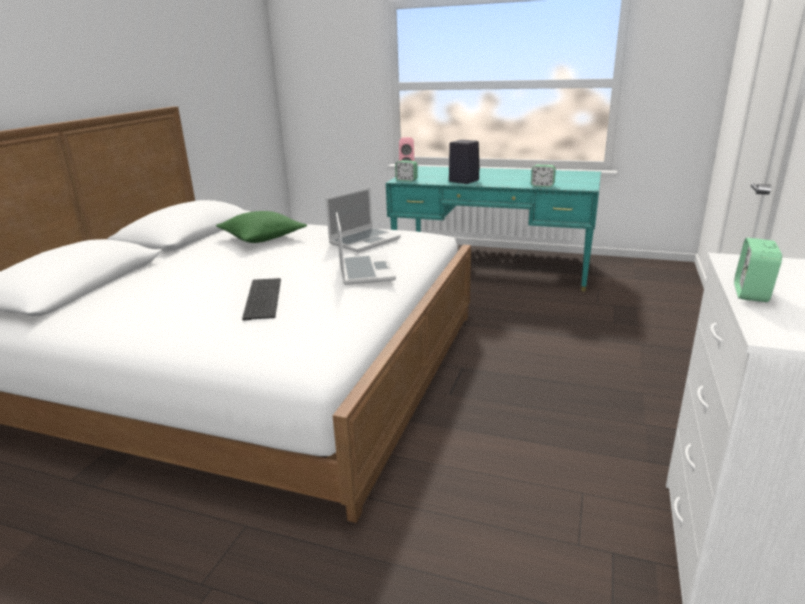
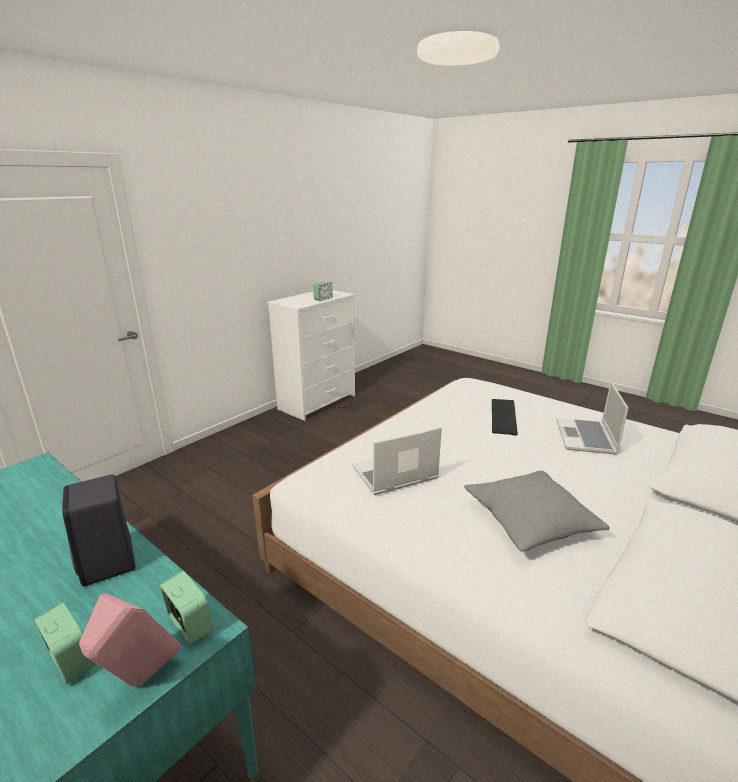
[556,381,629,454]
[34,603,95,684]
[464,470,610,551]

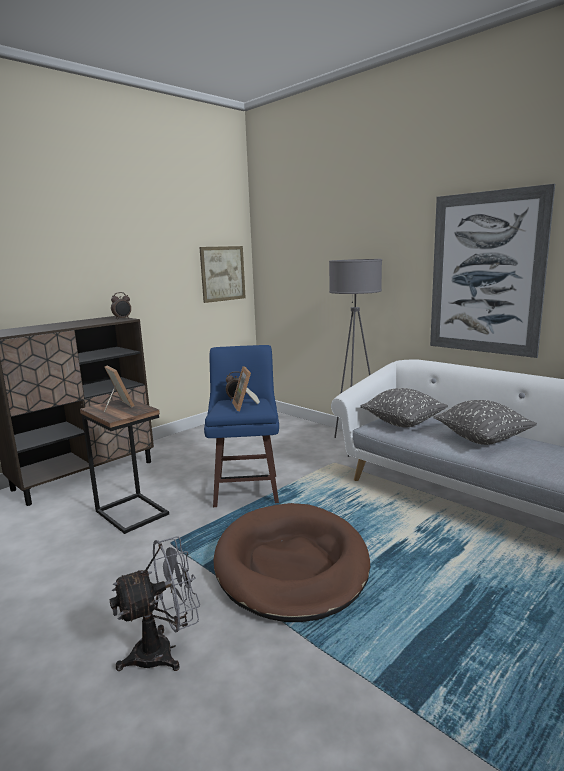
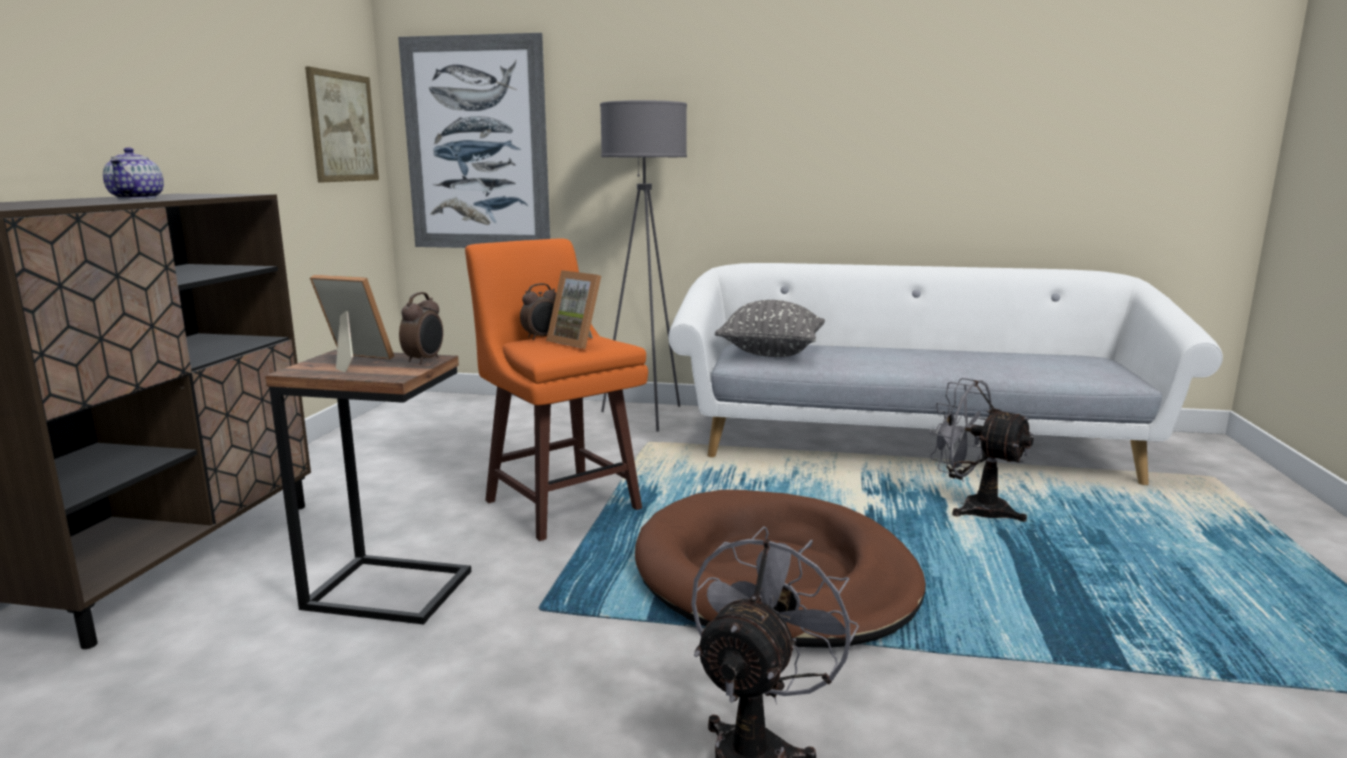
[433,400,537,445] (first image)
[103,147,164,199]
[929,378,1034,522]
[399,292,443,364]
[398,33,550,248]
[465,238,648,541]

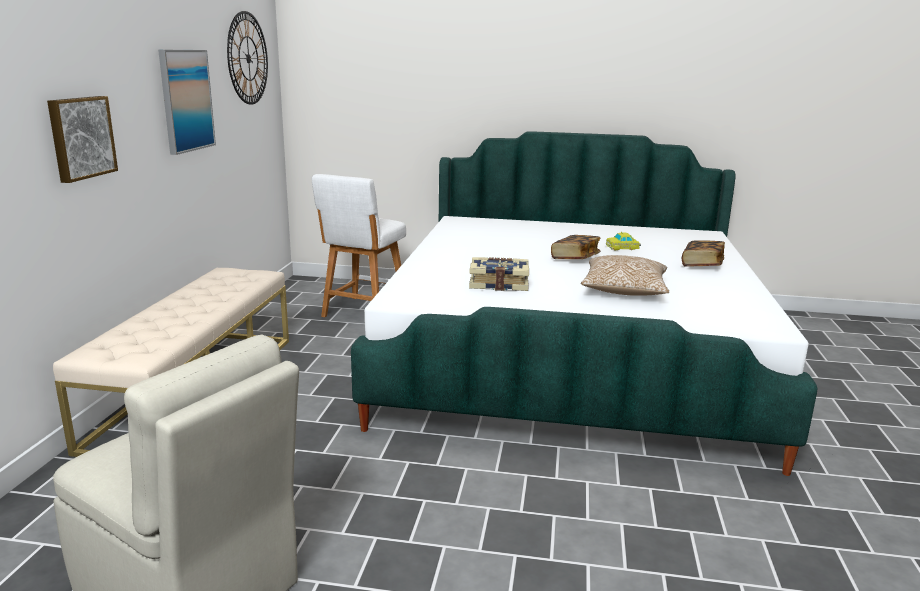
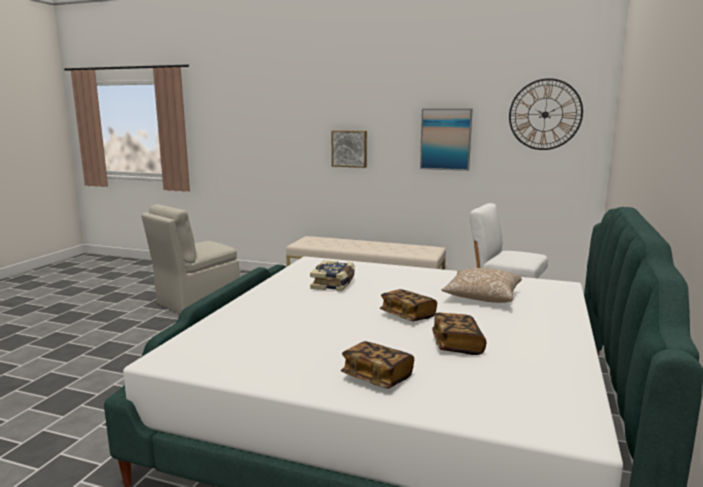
[442,268,522,303]
[432,312,486,355]

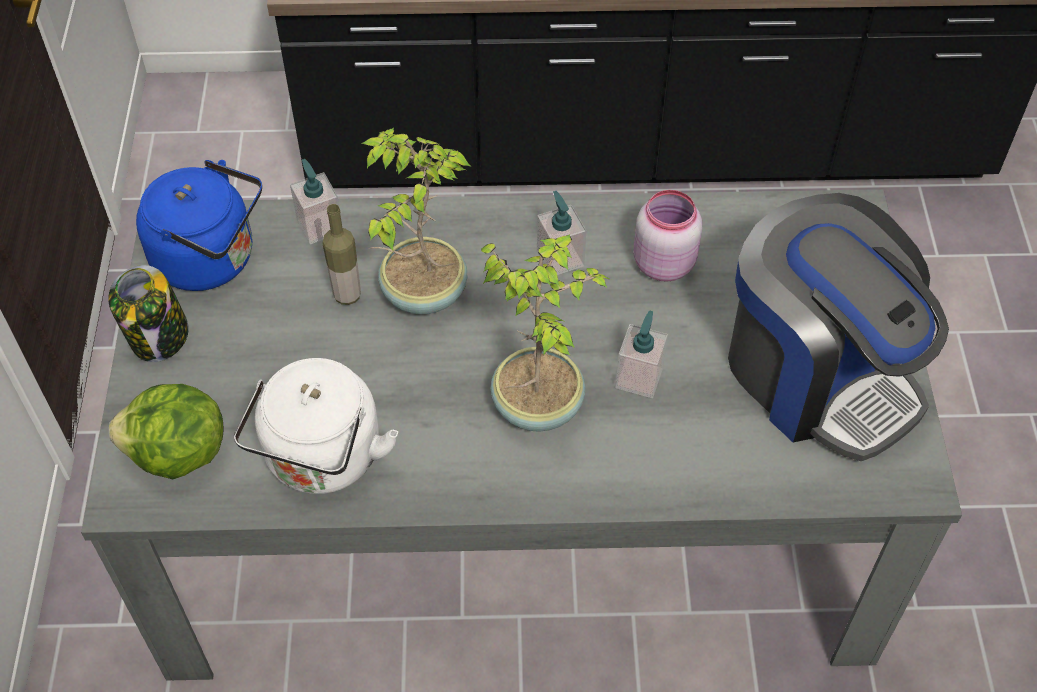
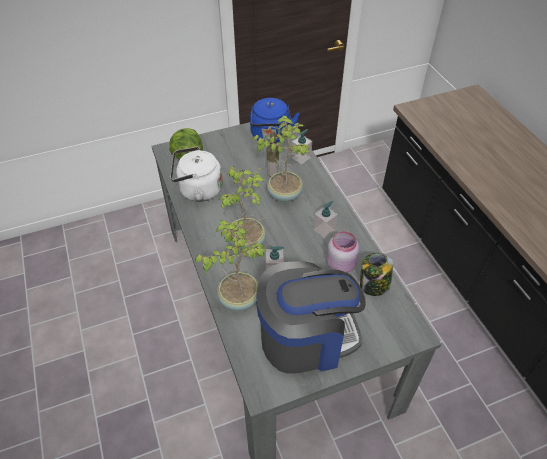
[195,220,267,311]
[360,253,393,296]
[256,261,366,373]

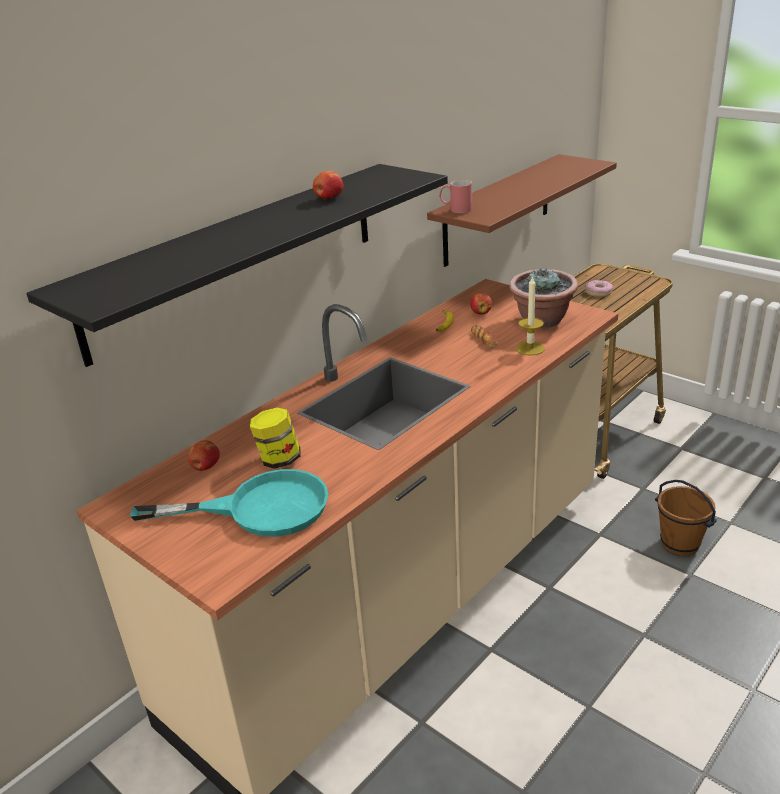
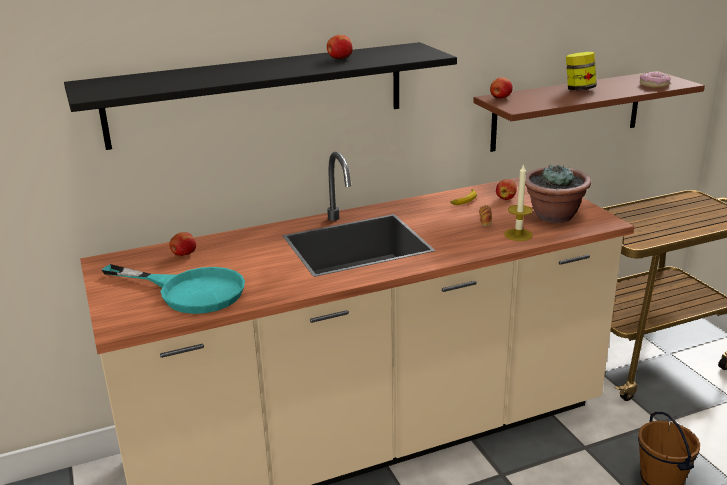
[566,52,597,91]
[639,72,671,88]
[490,77,513,99]

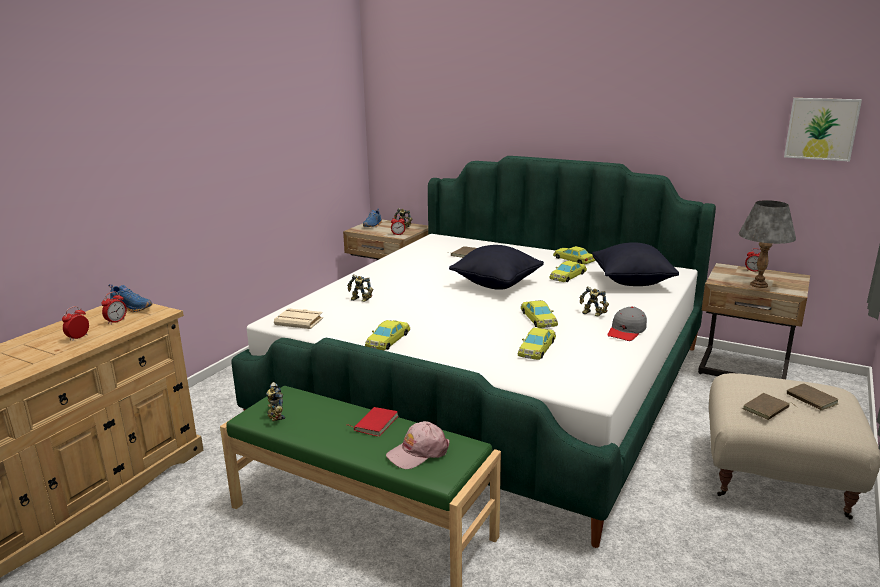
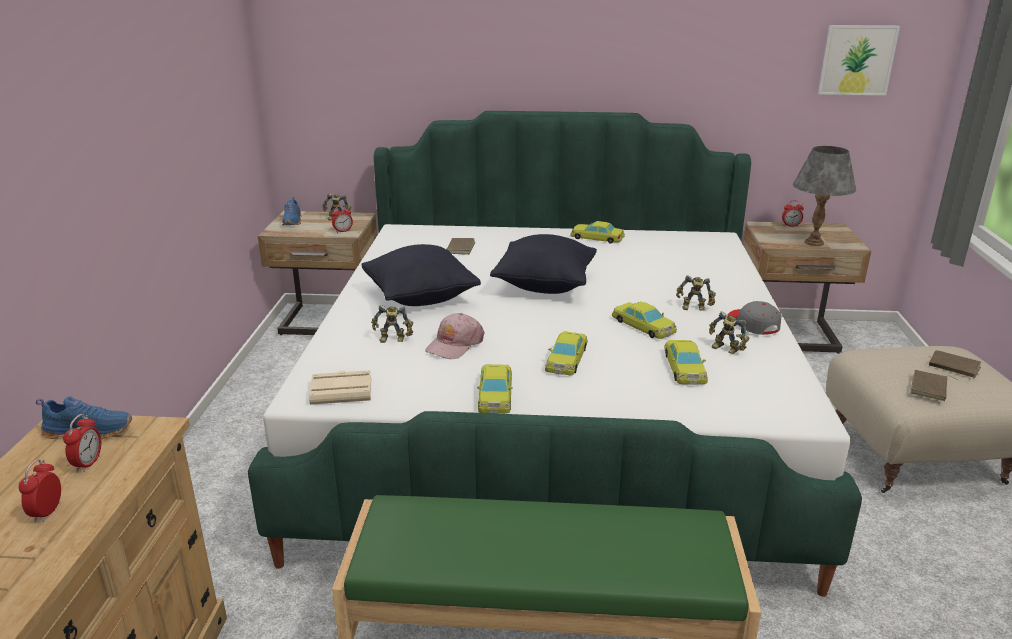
[349,407,398,437] (first image)
[709,311,749,354]
[425,313,484,359]
[545,331,588,375]
[361,244,481,306]
[727,301,781,335]

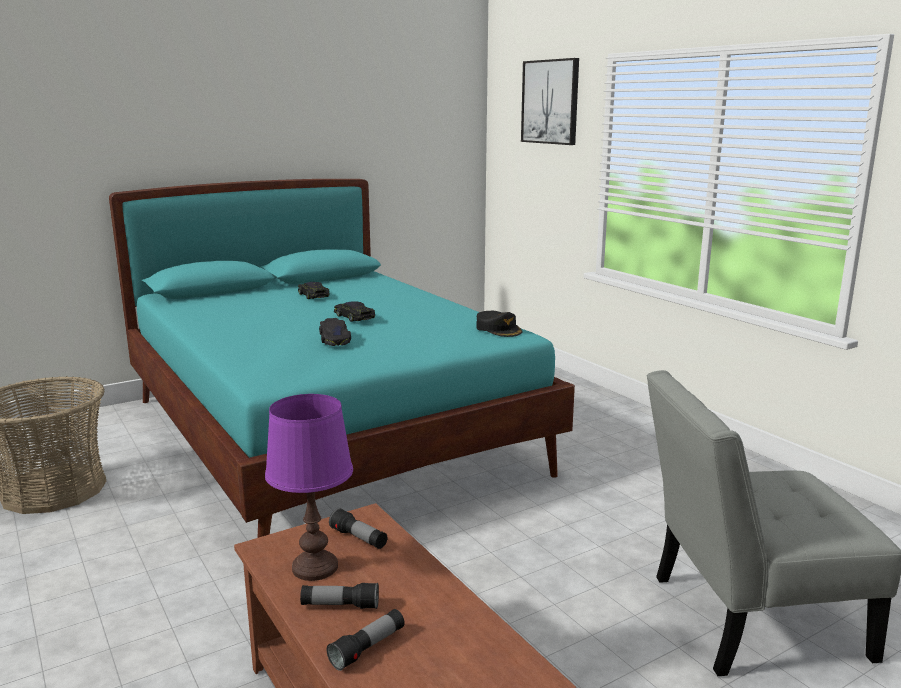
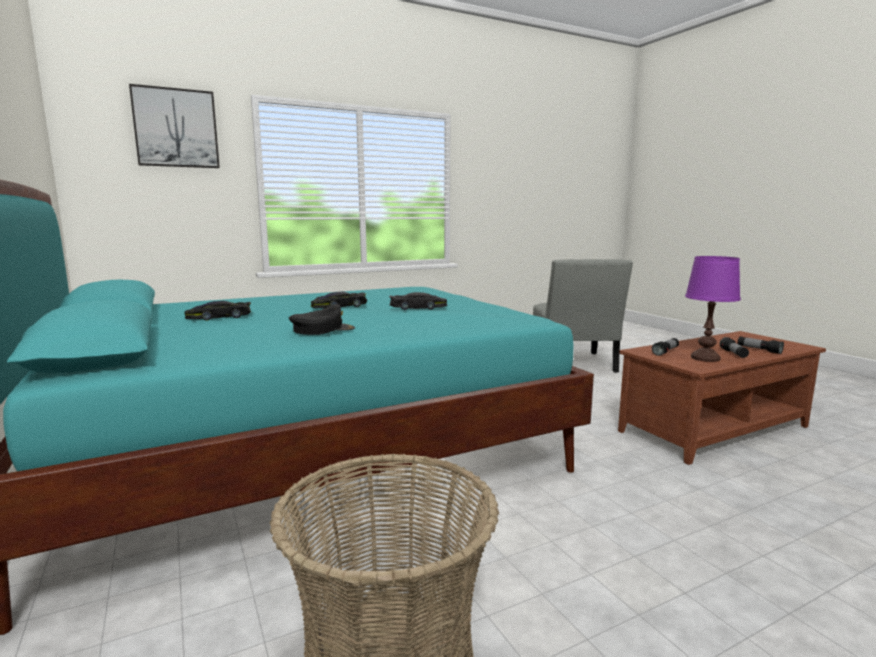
[289,304,355,335]

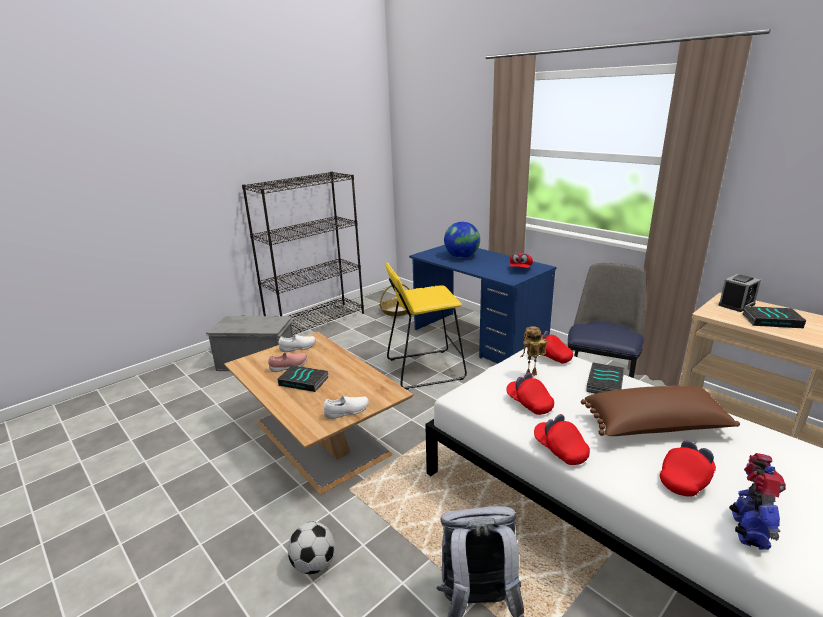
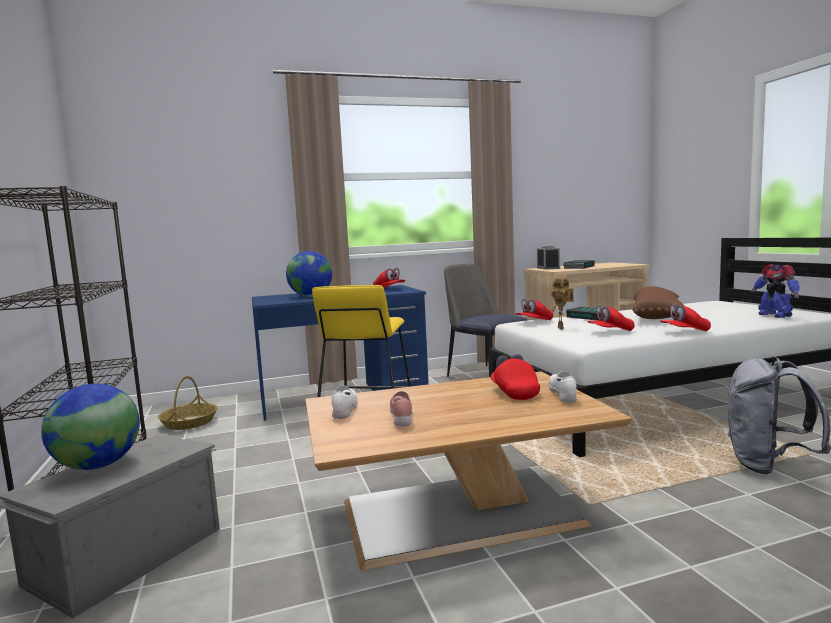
[278,365,329,392] (first image)
[288,522,335,574] (first image)
[41,384,140,470]
[491,354,540,400]
[751,264,800,318]

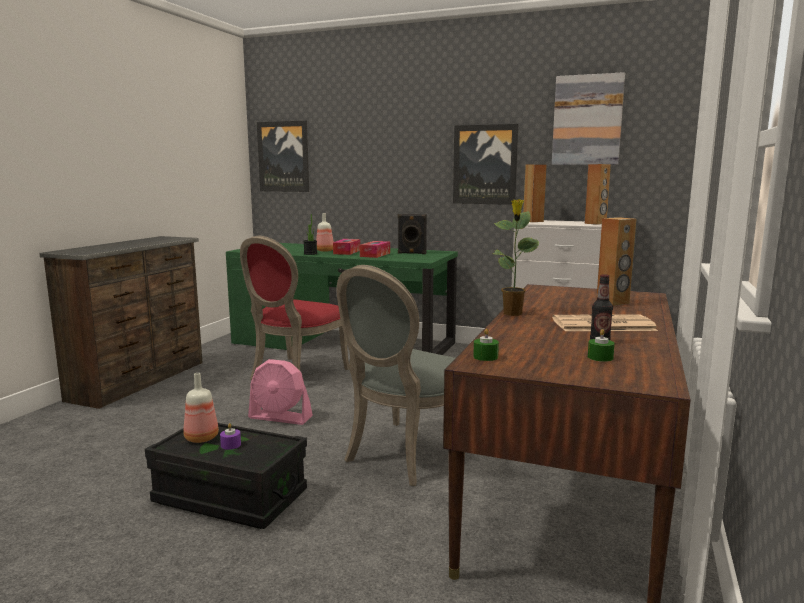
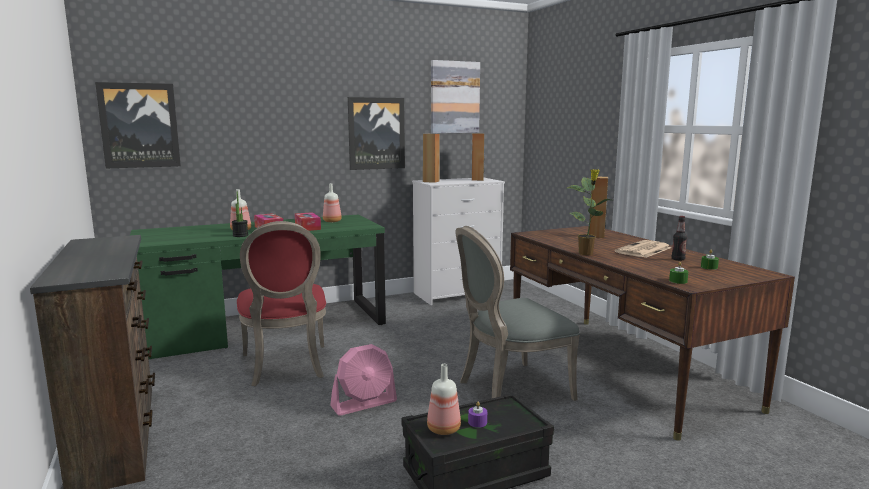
[323,183,342,222]
[456,226,580,401]

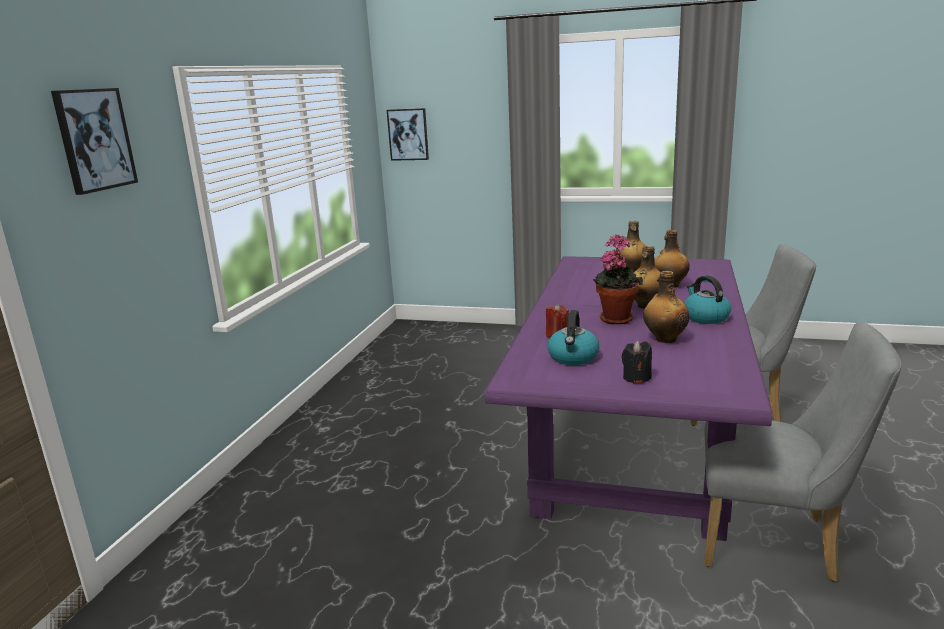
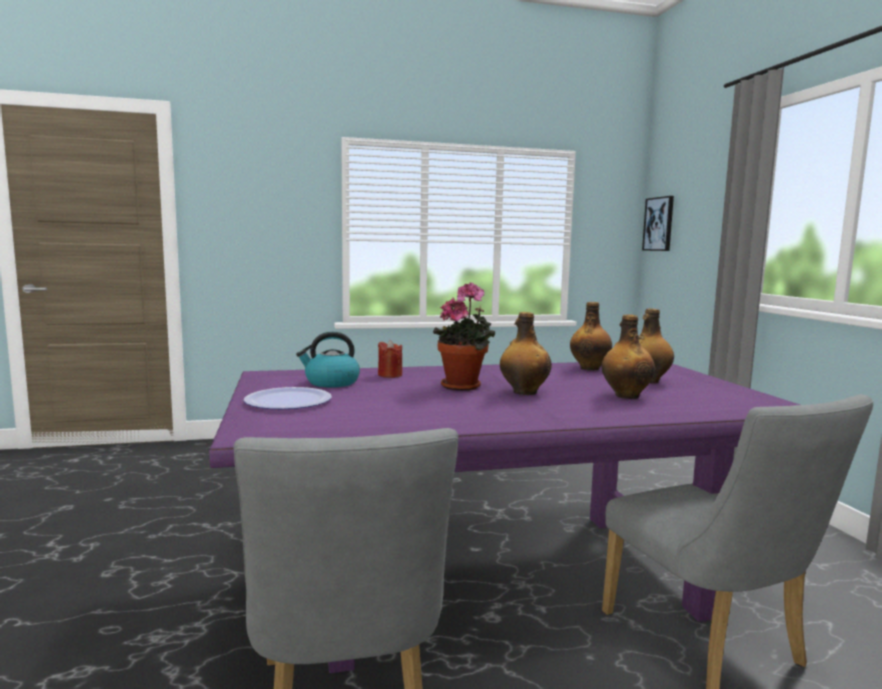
[51,88,138,195] (first image)
[684,275,731,324] (first image)
[570,302,612,371]
[244,387,332,409]

